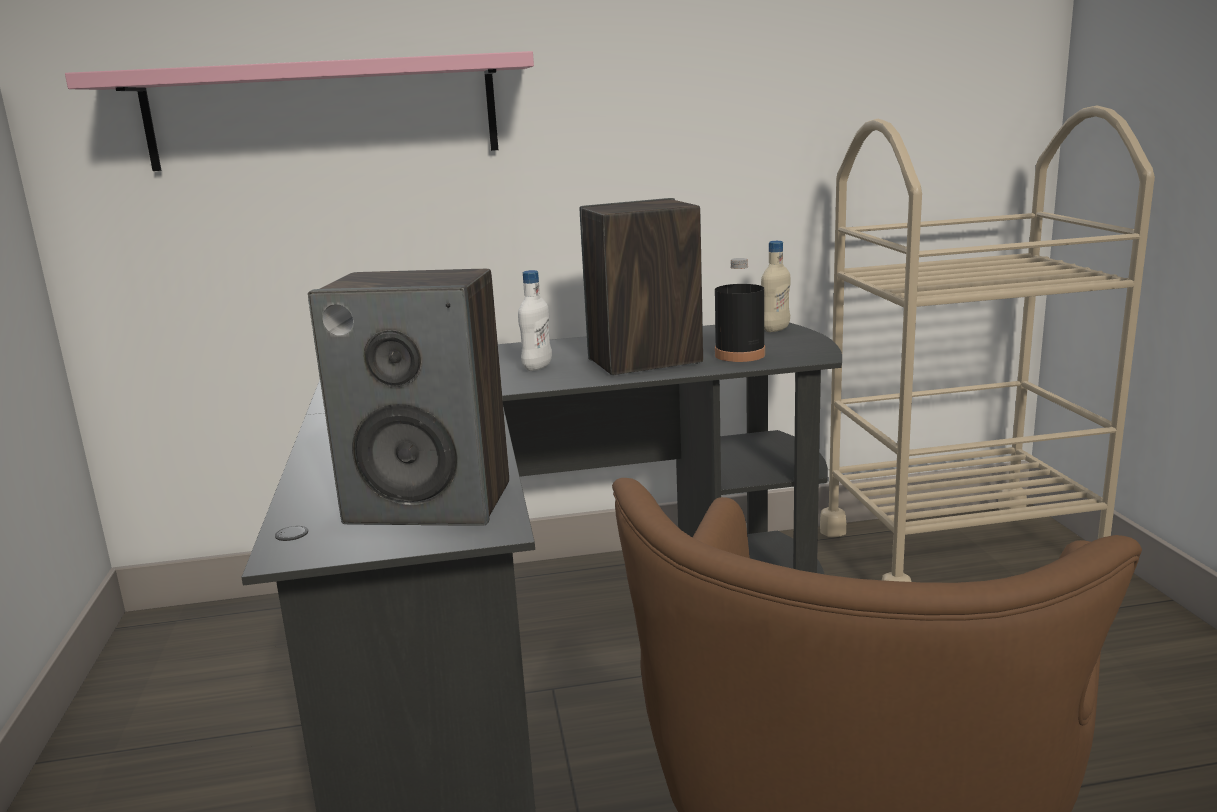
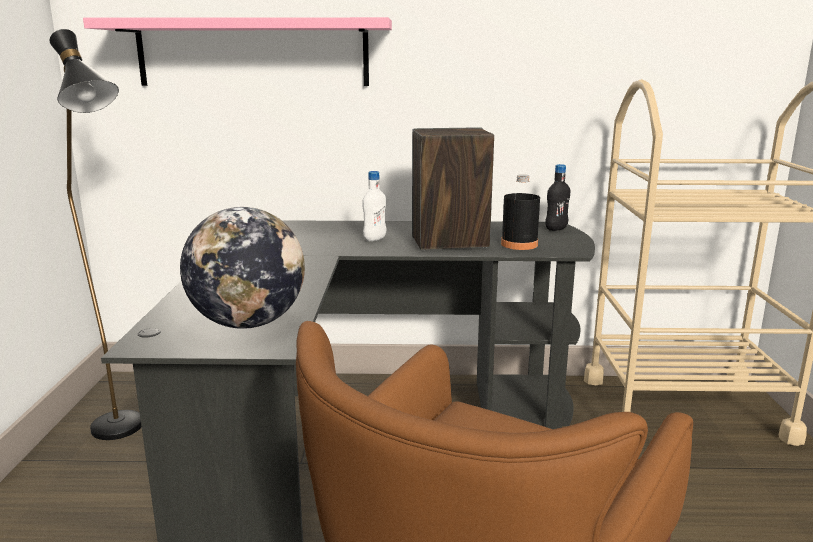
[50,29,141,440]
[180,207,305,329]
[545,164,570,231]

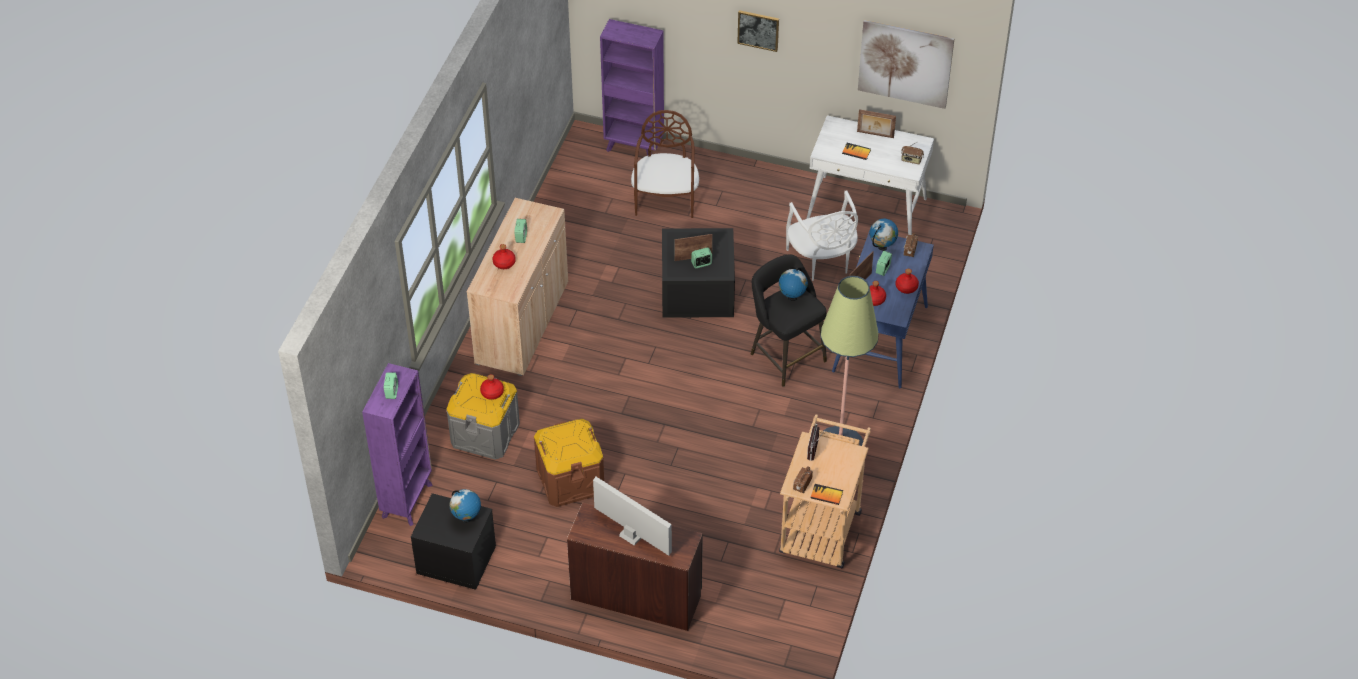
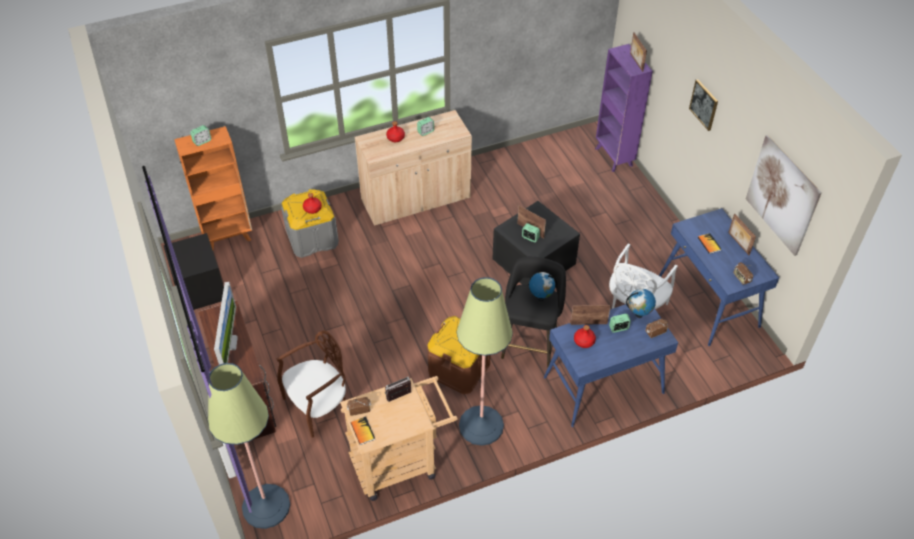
[449,489,481,523] (first image)
[896,269,919,294] (first image)
[208,363,290,529]
[630,32,647,72]
[427,316,491,394]
[276,330,346,438]
[174,126,252,250]
[659,208,779,346]

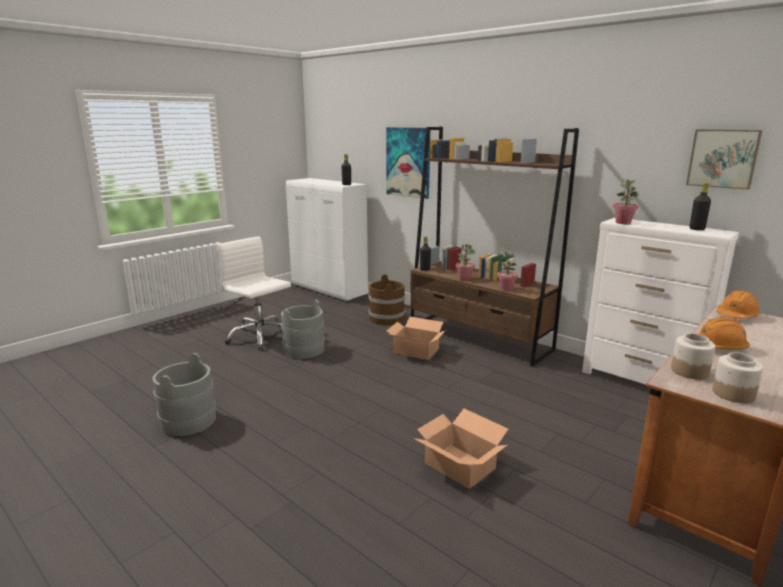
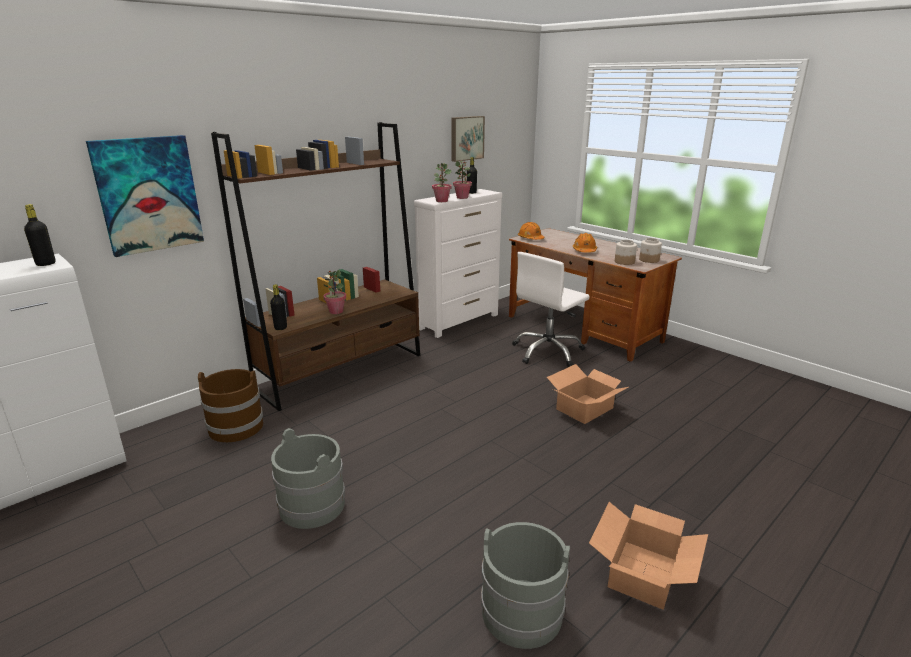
[512,252,590,367]
[589,502,708,610]
[453,161,472,199]

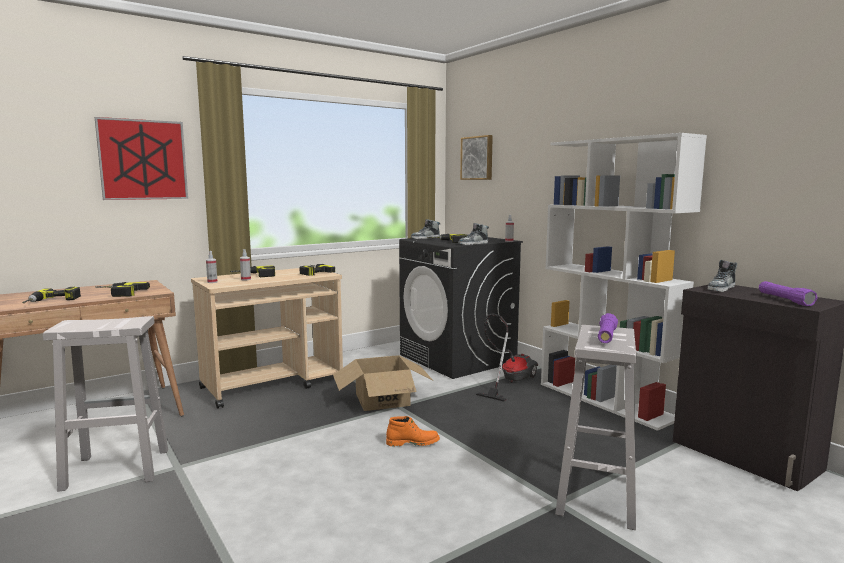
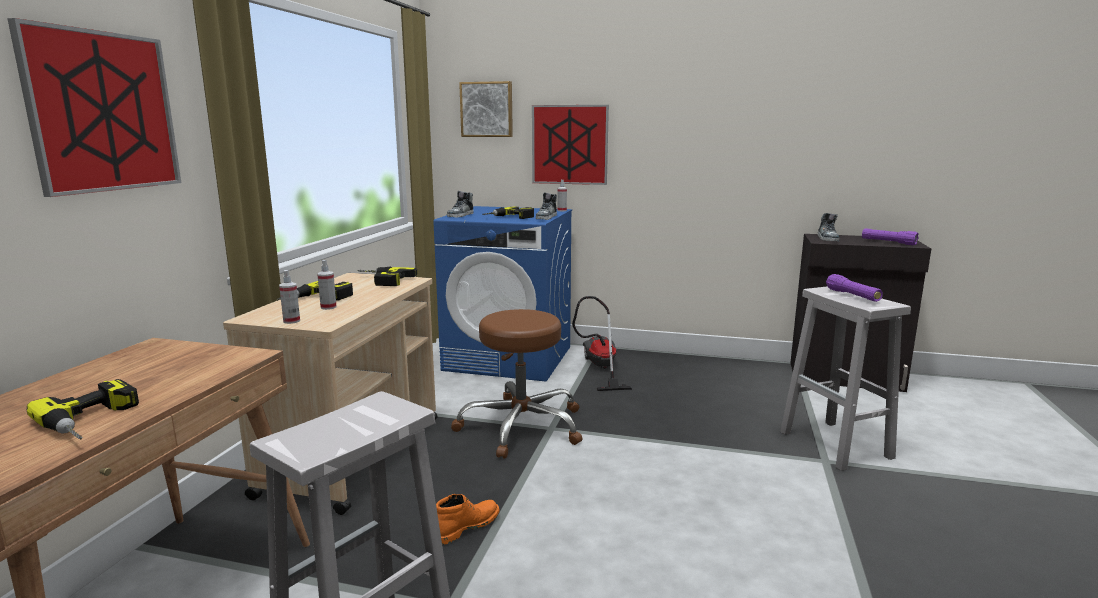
[95,282,150,297] (first image)
[541,133,707,431] (first image)
[532,105,609,185]
[436,494,500,545]
[451,309,582,459]
[433,206,572,381]

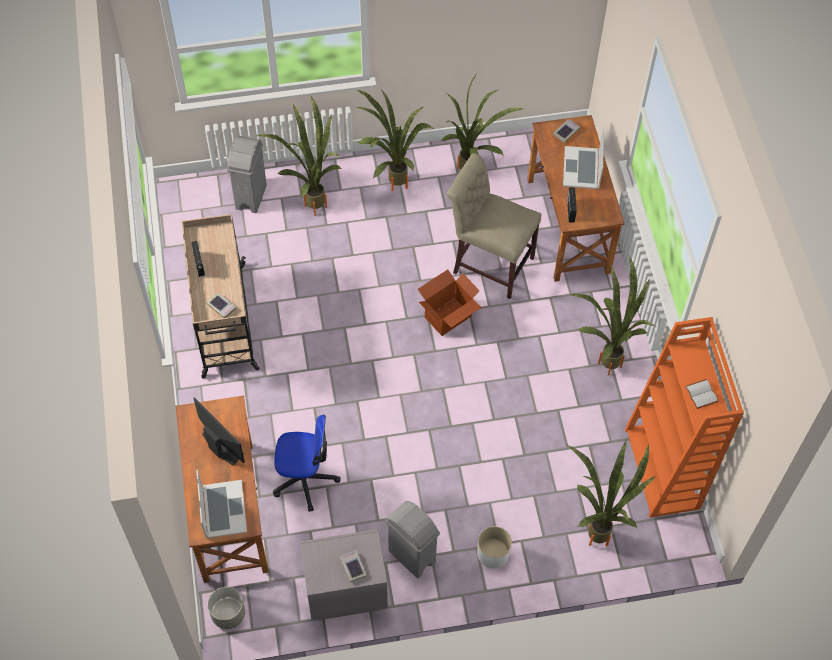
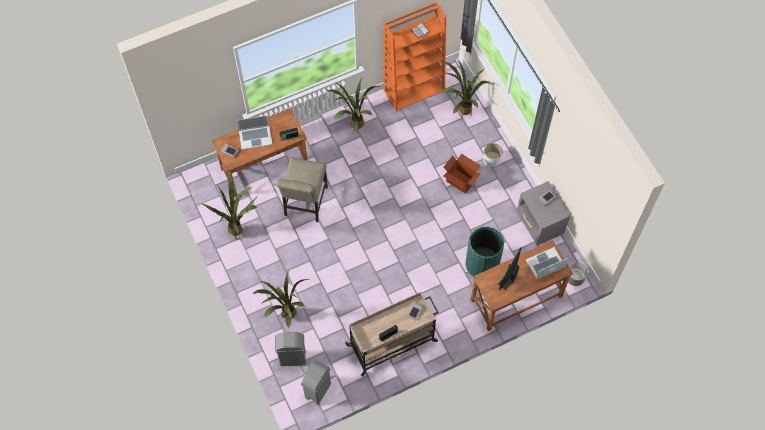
[357,90,434,191] (first image)
[301,360,331,405]
[443,154,481,193]
[465,227,504,276]

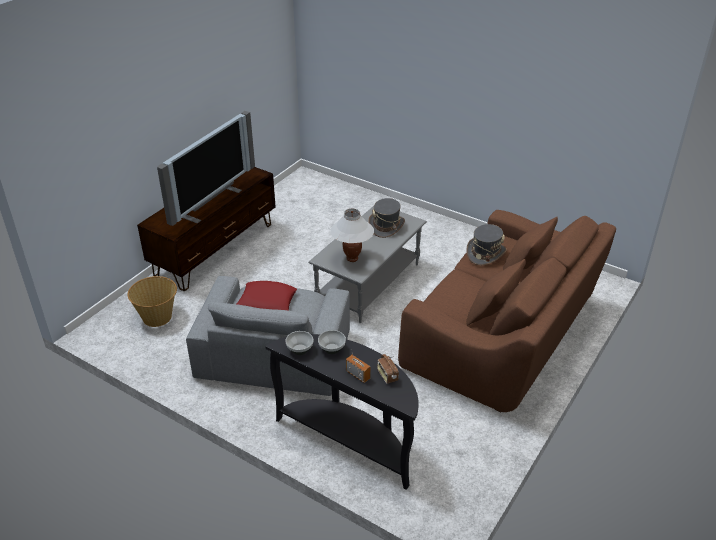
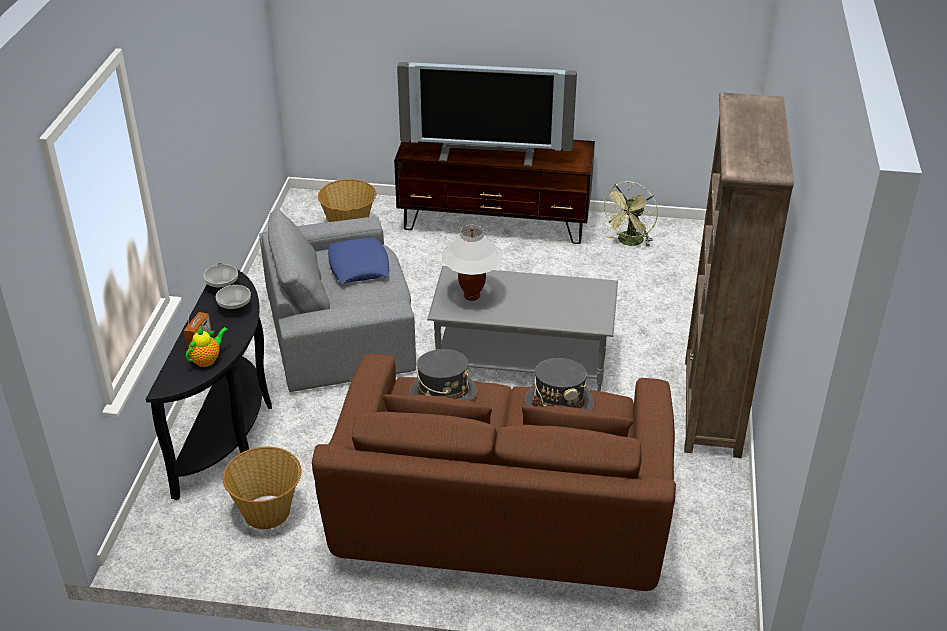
[223,447,301,529]
[603,181,658,247]
[684,93,794,458]
[408,349,478,401]
[186,327,228,367]
[328,238,390,283]

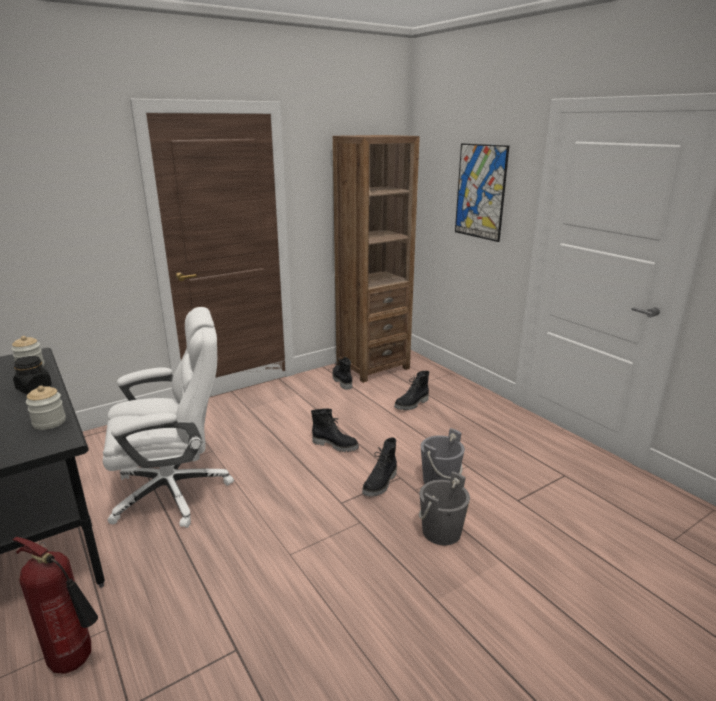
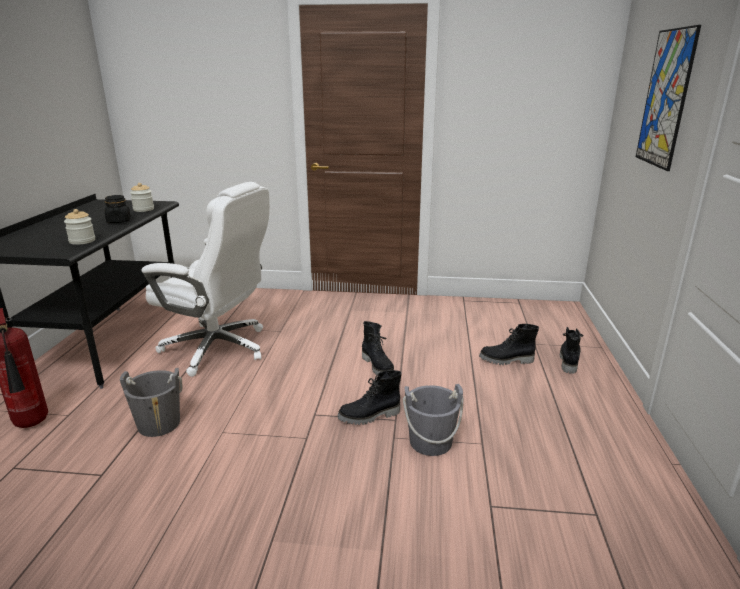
[333,135,420,383] (first image)
[560,327,584,374]
[120,368,182,437]

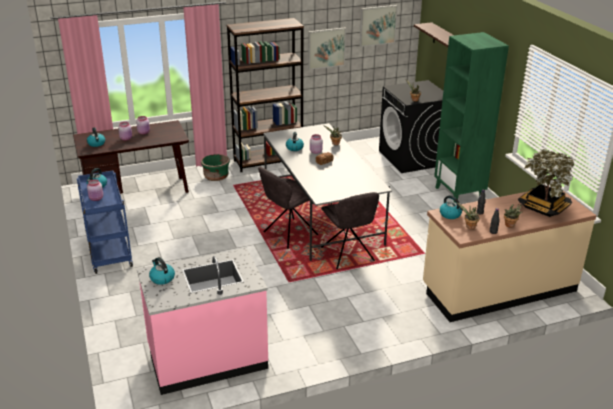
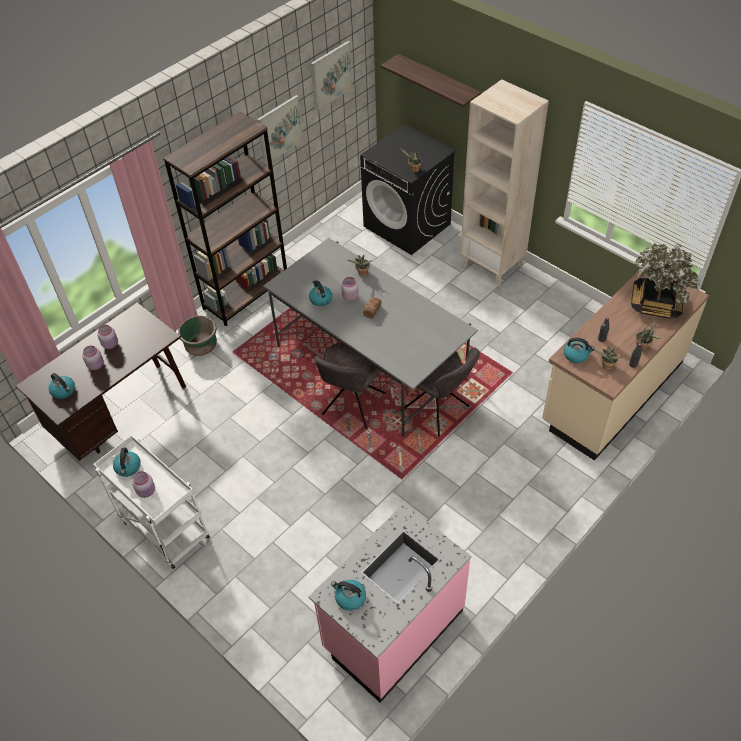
[93,435,210,569]
[460,79,549,286]

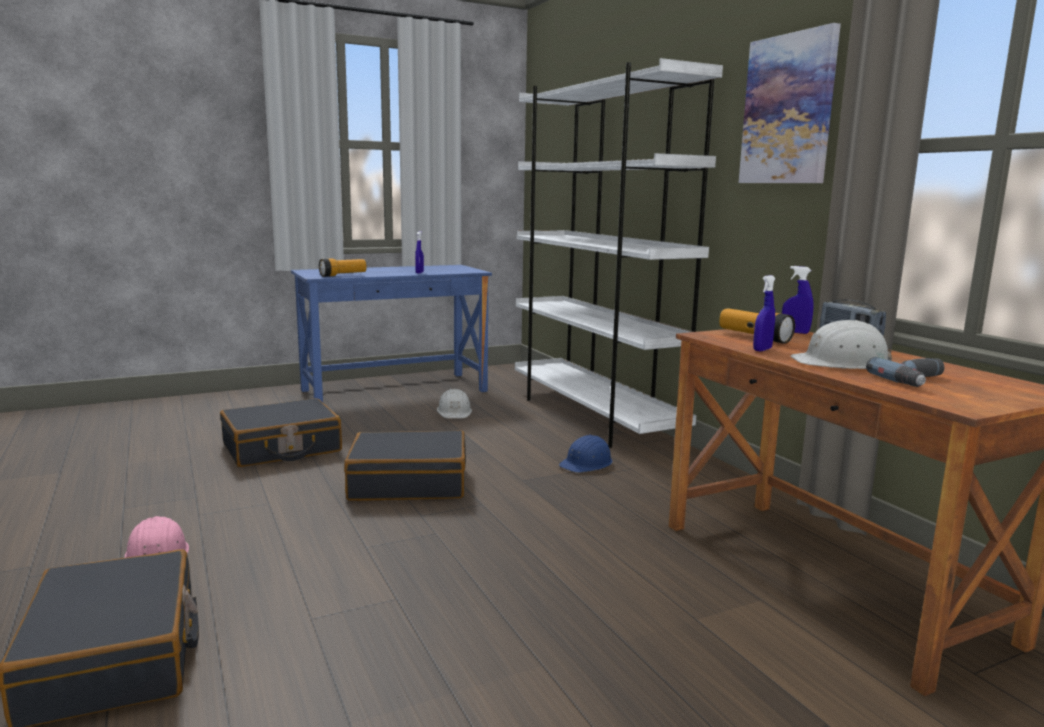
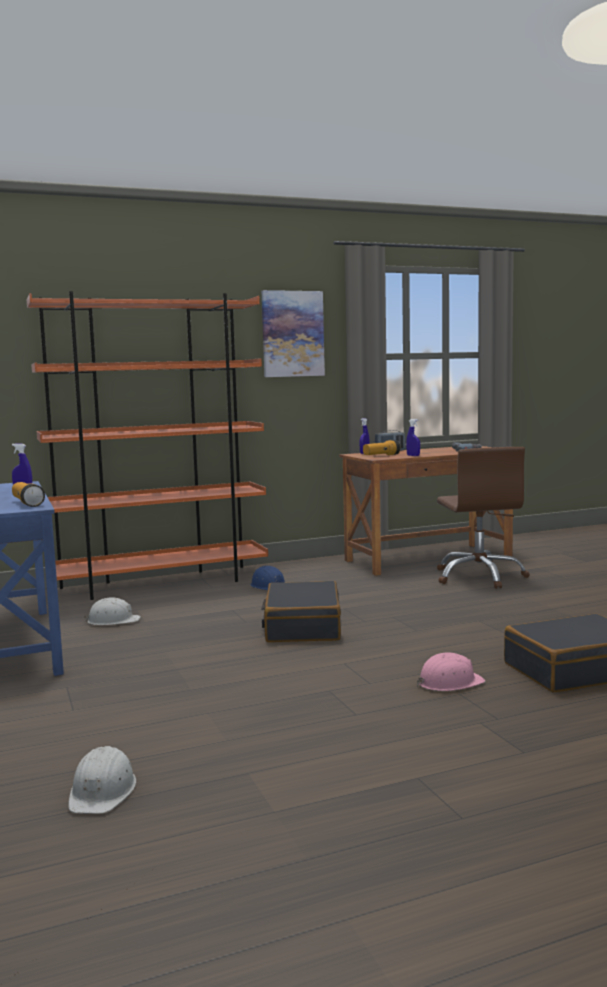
[220,398,342,467] (first image)
[437,447,530,589]
[68,746,136,814]
[26,291,268,600]

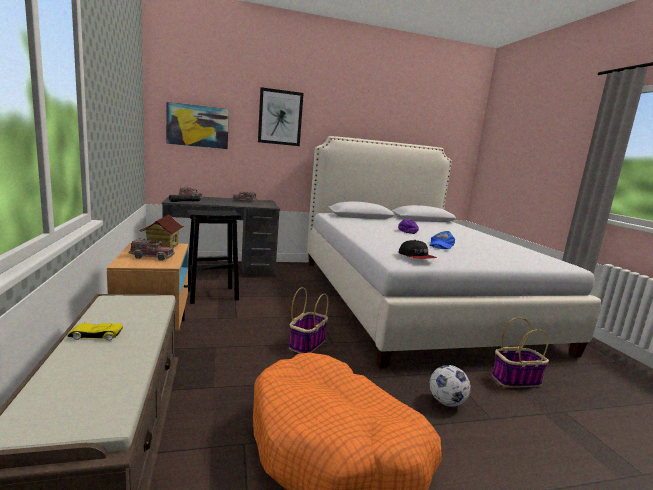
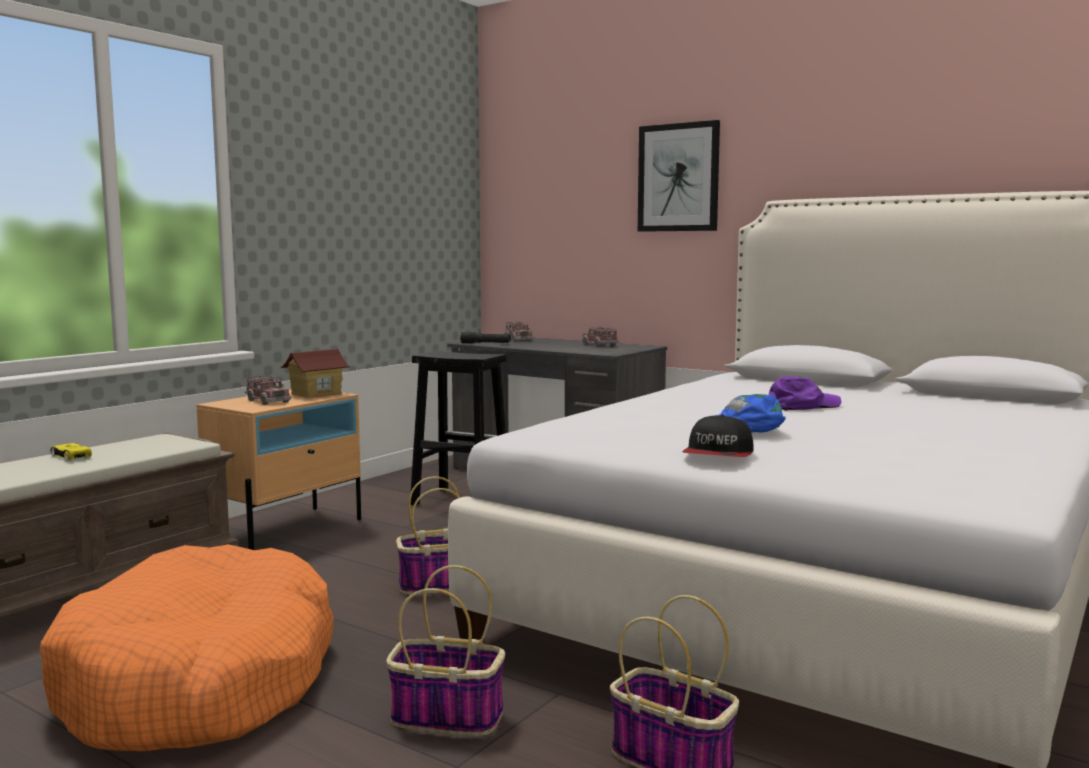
[166,102,229,149] (first image)
[682,414,754,457]
[386,565,505,736]

